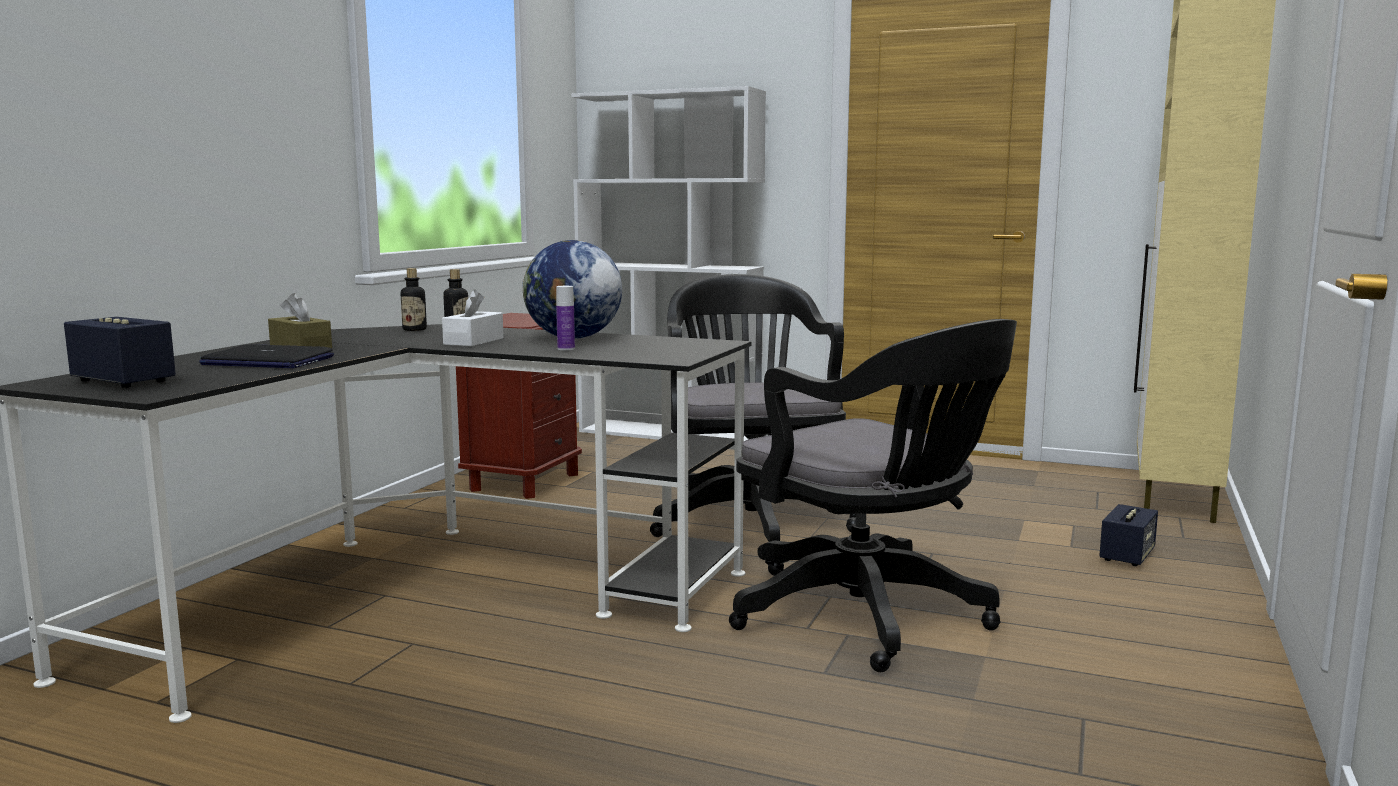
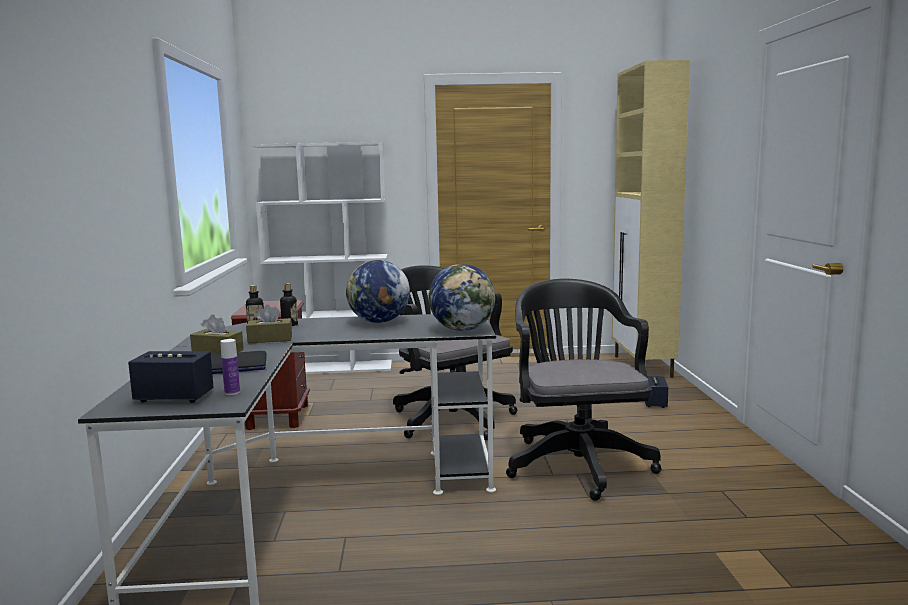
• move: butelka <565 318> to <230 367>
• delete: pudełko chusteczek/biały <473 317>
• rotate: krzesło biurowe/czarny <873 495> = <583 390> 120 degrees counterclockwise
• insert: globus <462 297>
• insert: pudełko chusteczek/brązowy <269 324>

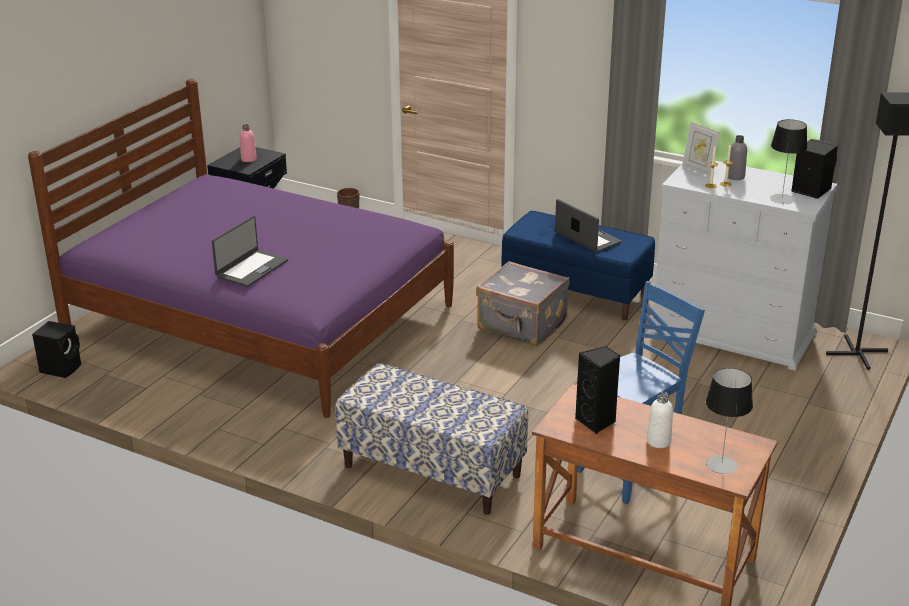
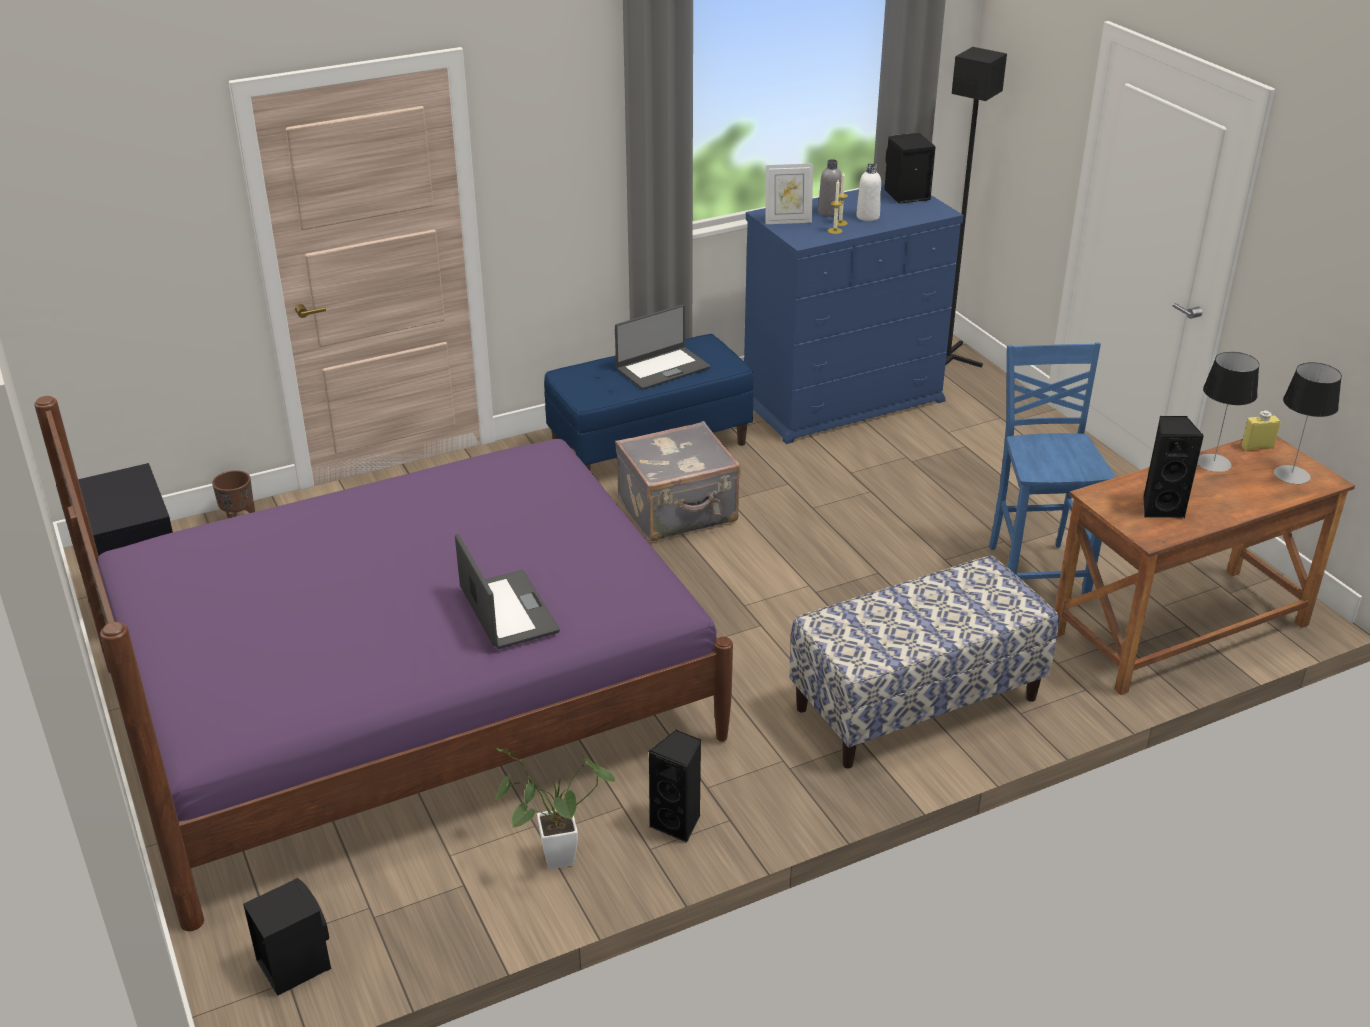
• move: lampa stołowa <788 161> to <1228 412>
• delete: butelka/różowy <248 143>
• recolor: komoda/biały <742 266> to komoda/niebieski <854 314>
• rotate: laptop <588 225> = <662 347> 150 degrees clockwise
• move: butelka/biały <660 420> to <868 192>
• insert: butelka/żółty <1261 430>
• insert: głośnik/czarny <674 786>
• insert: roślina doniczkowa <554 808>

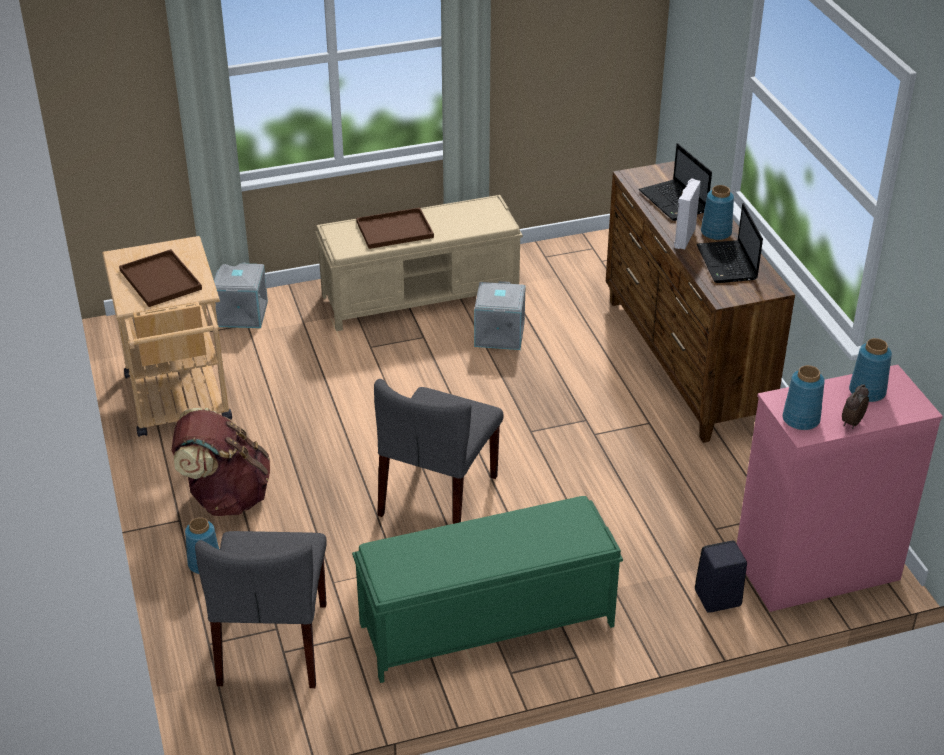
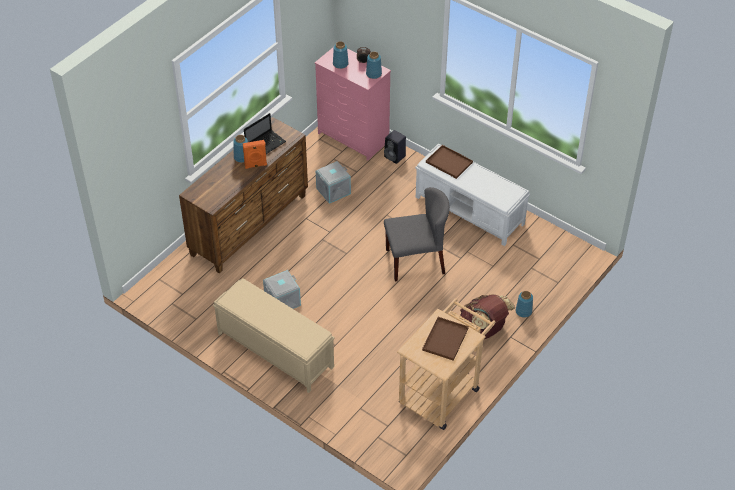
• delete: laptop <675 182>
• recolor: głośnik/biały <687 213> to głośnik/pomarańczowy <255 154>
• move: taca/brązowy <395 228> to <449 162>
• move: pojemnik do przechowywania/szary <241 295> to <333 182>
• recolor: ławka/zielony <487 589> to ławka/biały <472 194>
• delete: krzesło/szary <261 609>

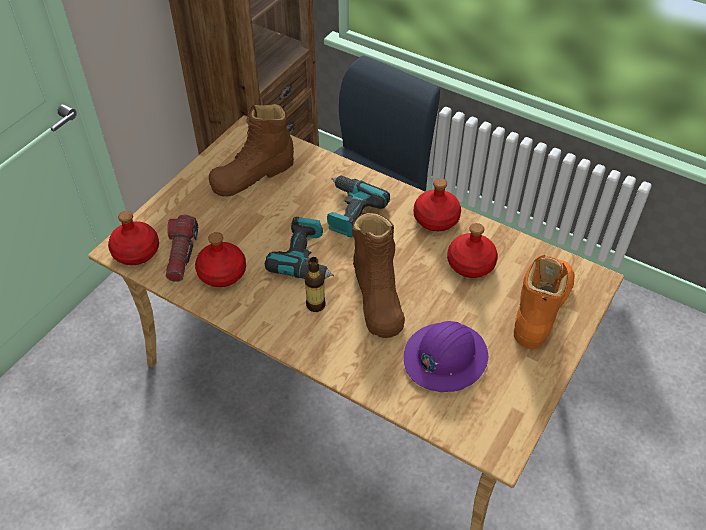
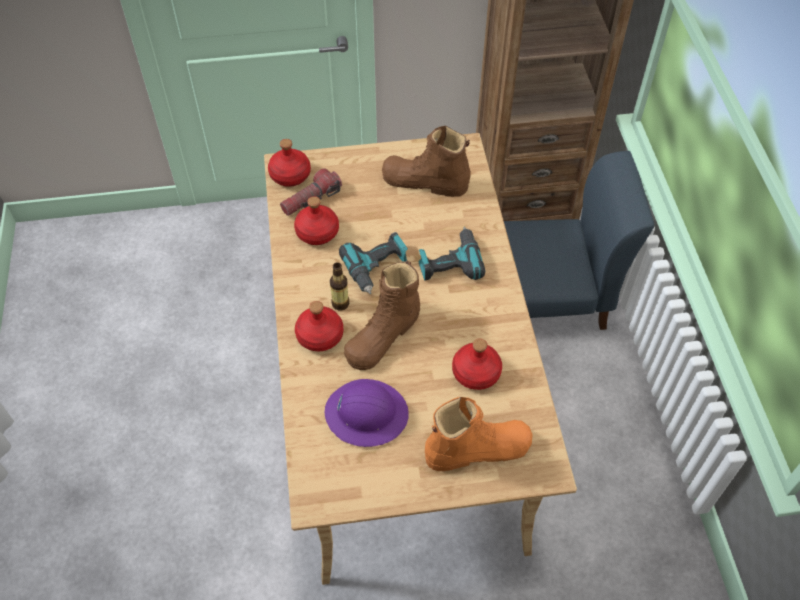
• move: butelka/czerwony <437 204> to <319 326>

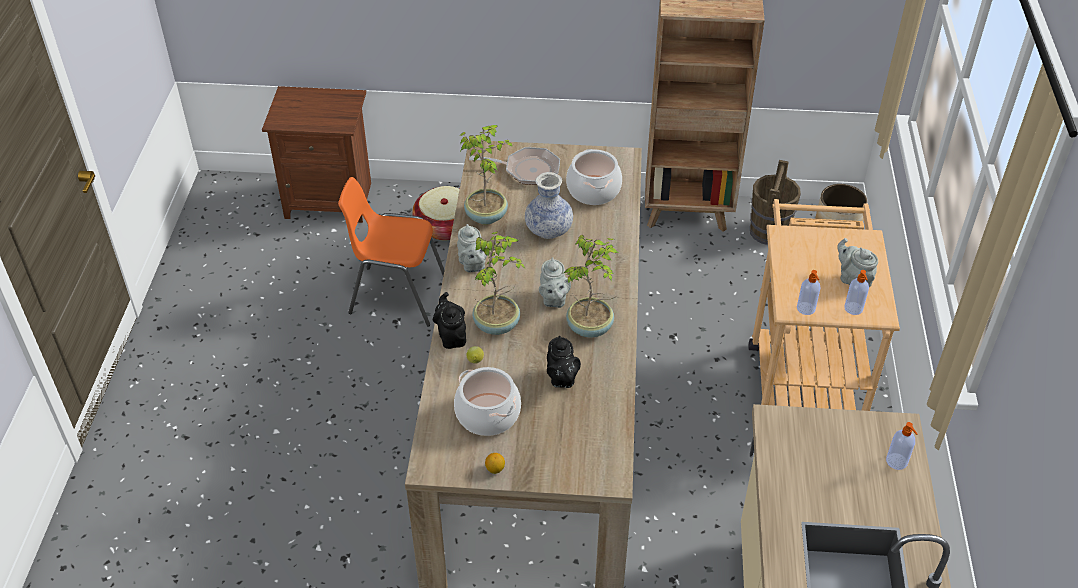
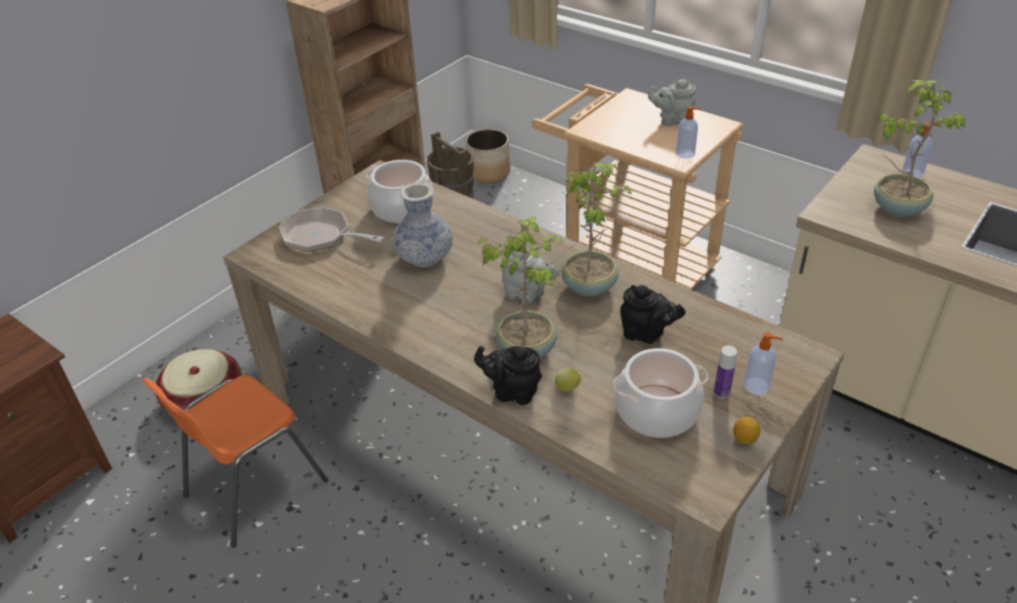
• move: roślina doniczkowa <486 175> to <919 148>
• rotate: patelnia <514 166> = <331 229> 105 degrees counterclockwise
• delete: imbryk/szary <472 248>
• move: dozownik mydła <856 292> to <763 363>
• insert: butelka <725 371>

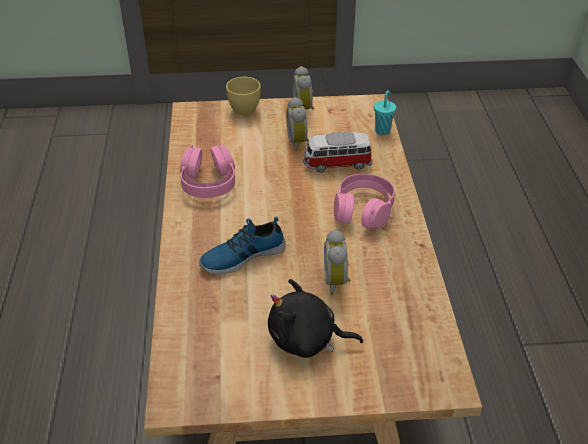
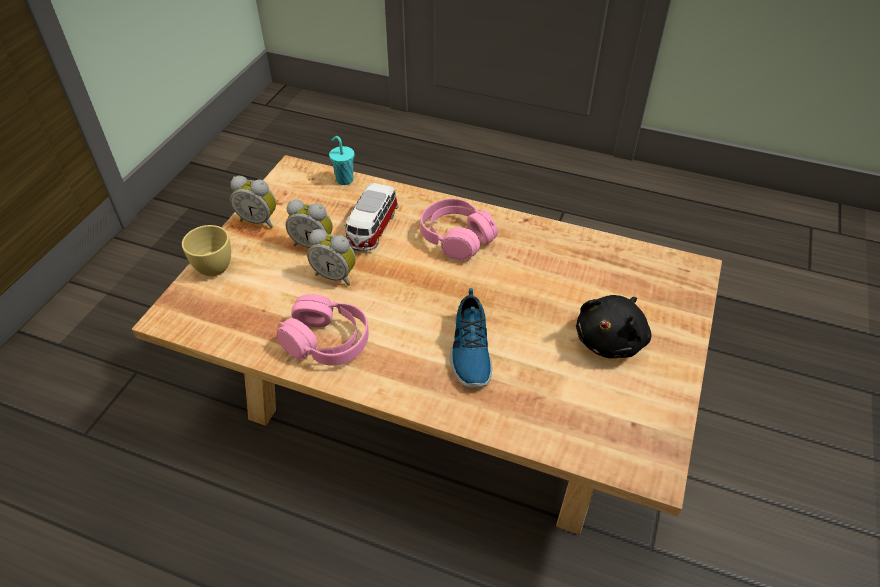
• move: budzik <337 262> to <331 257>

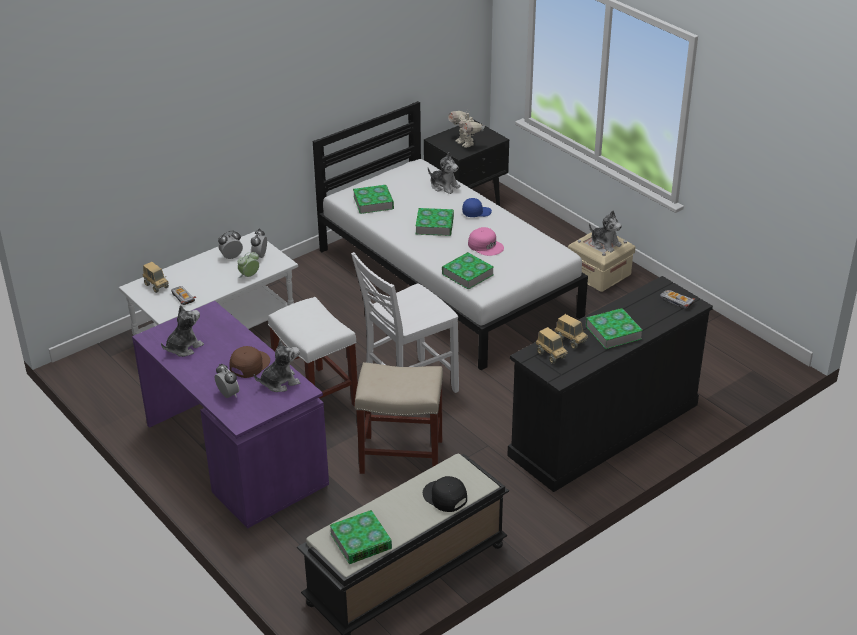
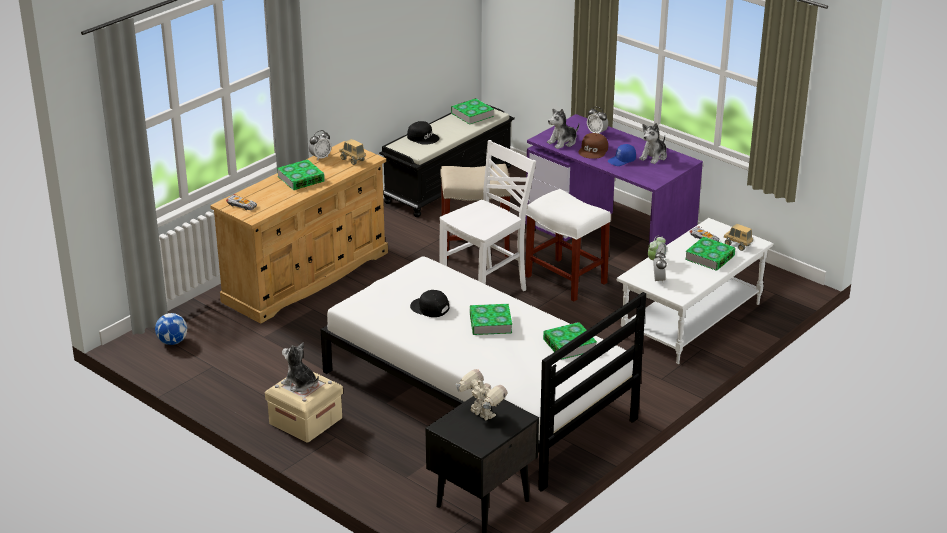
• delete: pluszak <444 173>
• move: czapka z daszkiem/niebieski <477 207> to <622 155>
• recolor: czapka z daszkiem/różowy <486 241> to czapka z daszkiem/czarny <429 303>
• move: budzik <230 245> to <320 145>
• move: książka <468 271> to <710 254>
• recolor: komoda/czarny <610 384> to komoda/beżowy <299 232>
• delete: ciężarówka zabawkowa <571 331>
• insert: piłka futbolowa <171 329>

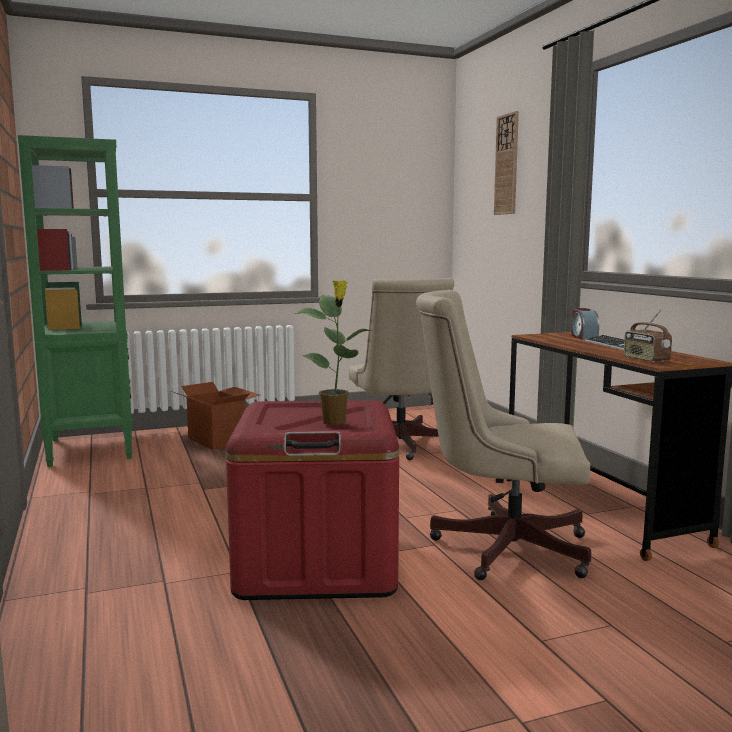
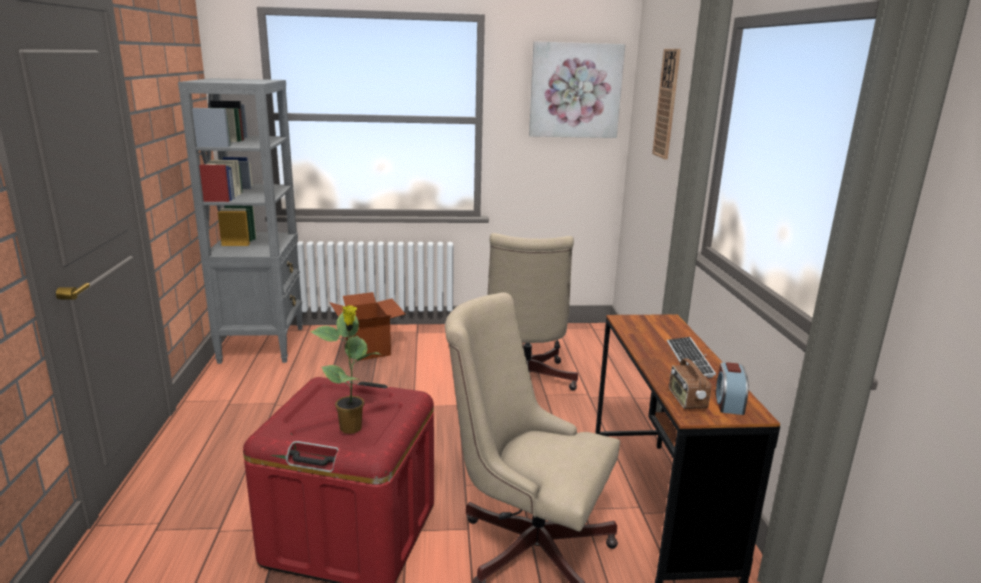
• recolor: regał/zielony <75 301> to regał/szary <240 221>
• move: budzik <585 323> to <732 388>
• insert: obraz <577 89>

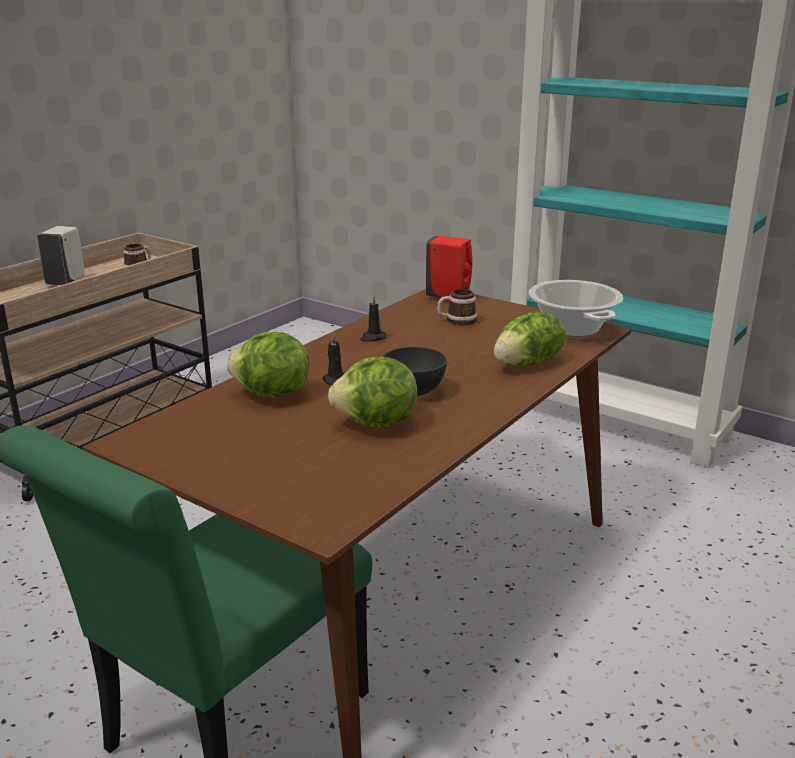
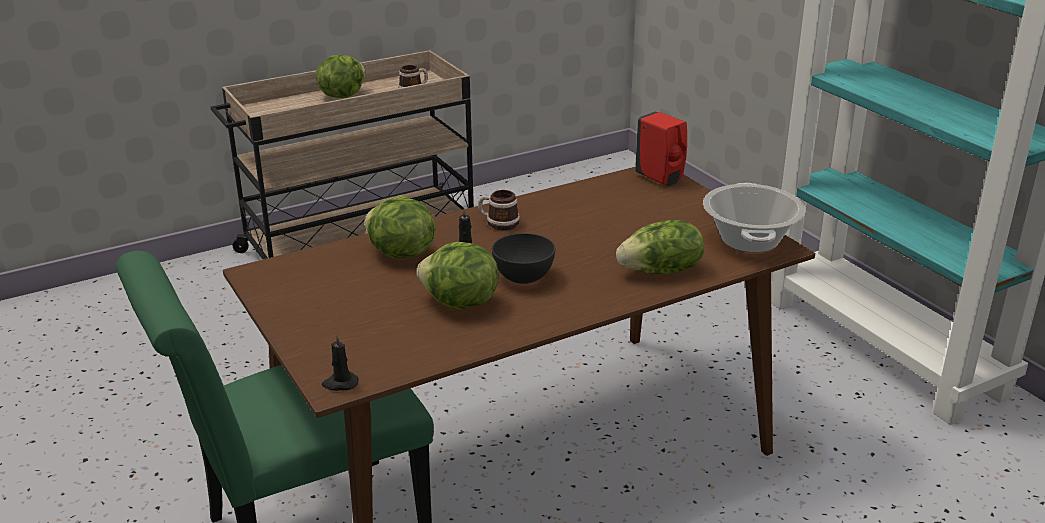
• replace: dozownik mydła/biały <61 255> to sałata <340 76>
• move: kubek <457 307> to <499 210>
• move: świeca/czarny <373 318> to <340 362>

